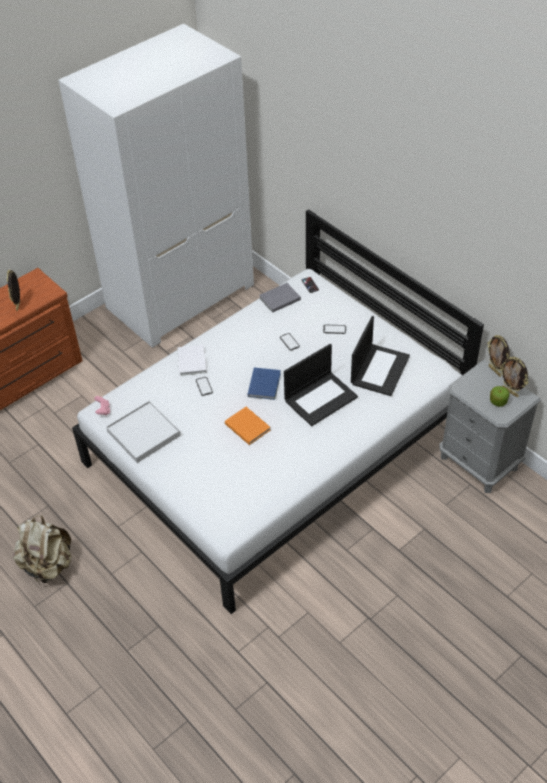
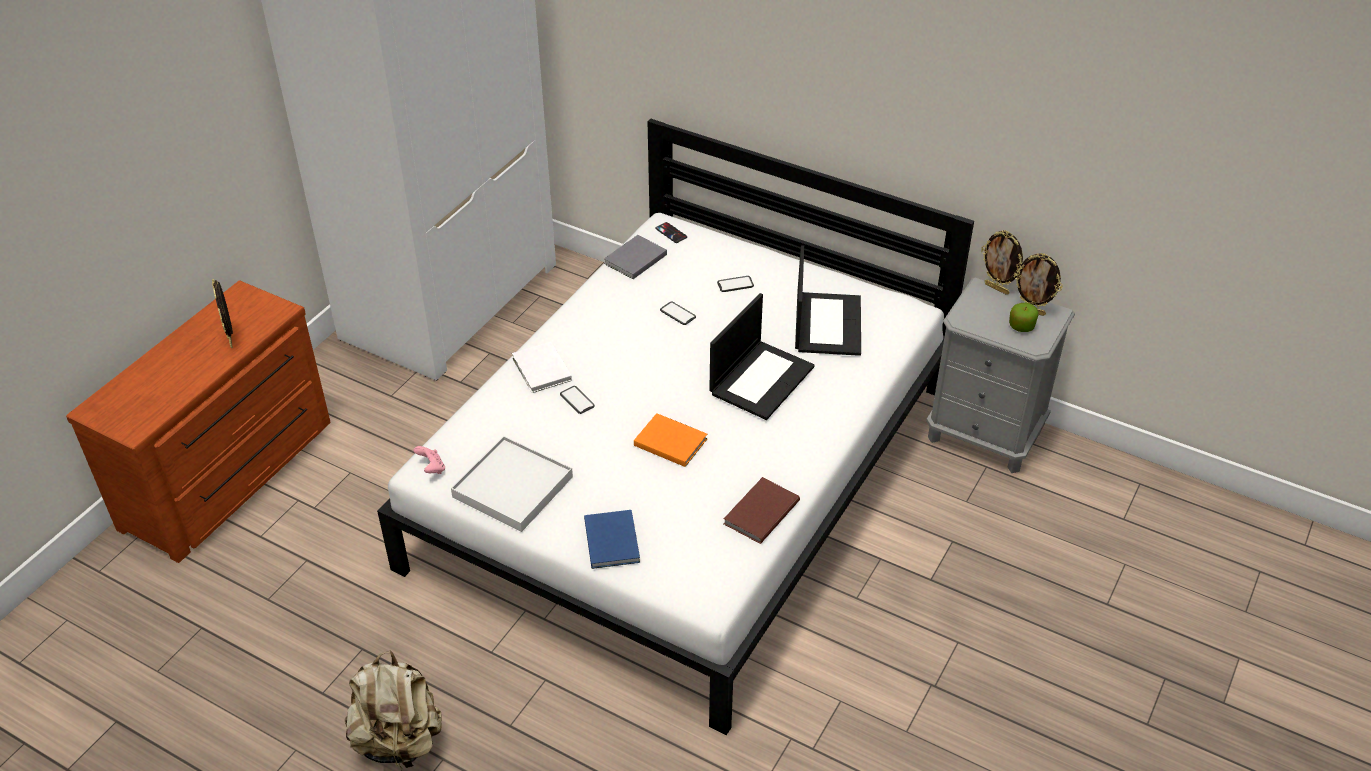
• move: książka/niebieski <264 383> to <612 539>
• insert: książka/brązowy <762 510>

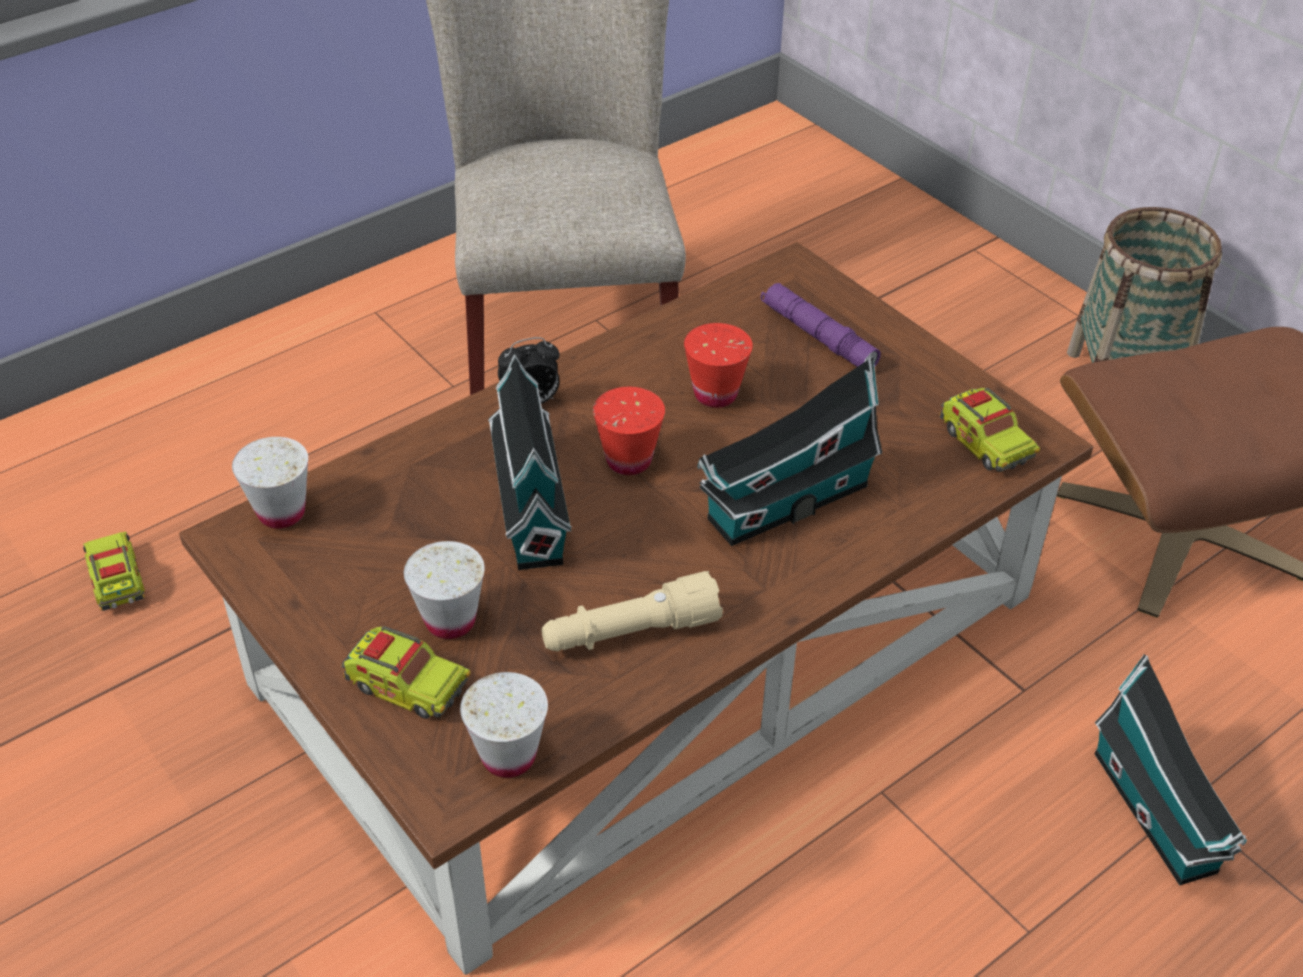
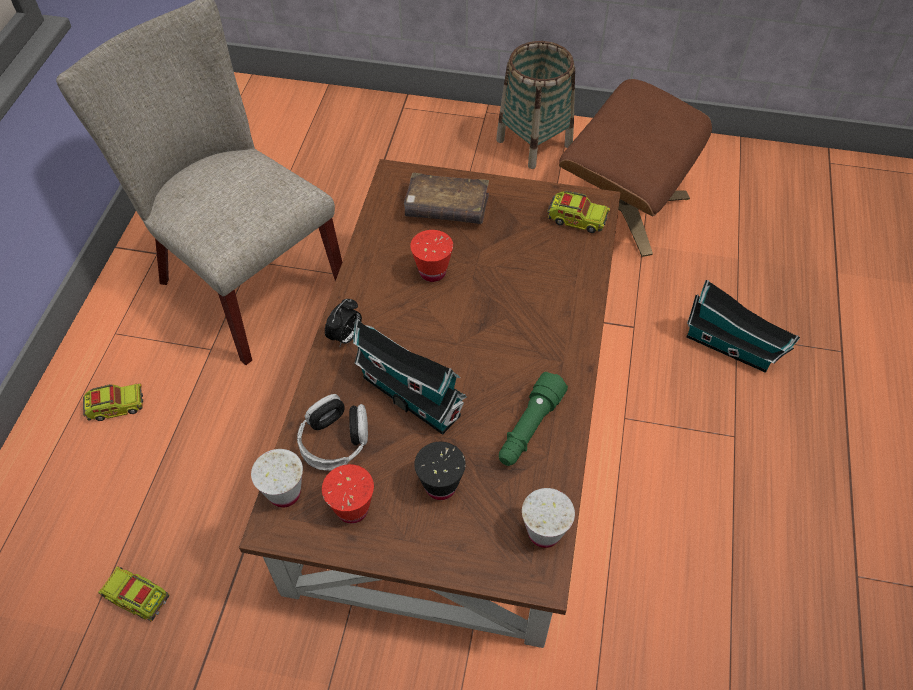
• replace: latarka/fioletowy <821 325> to książka/brązowy <446 198>
• delete: domek <789 451>
• move: filiżanka/czerwony <629 431> to <348 494>
• recolor: filiżanka/biały <444 590> to filiżanka/czarny <440 471>
• recolor: latarka/beżowy <632 611> to latarka/zielony <533 419>
• move: ciężarówka zabawkowa <406 672> to <113 402>
• insert: słuchawki <332 432>

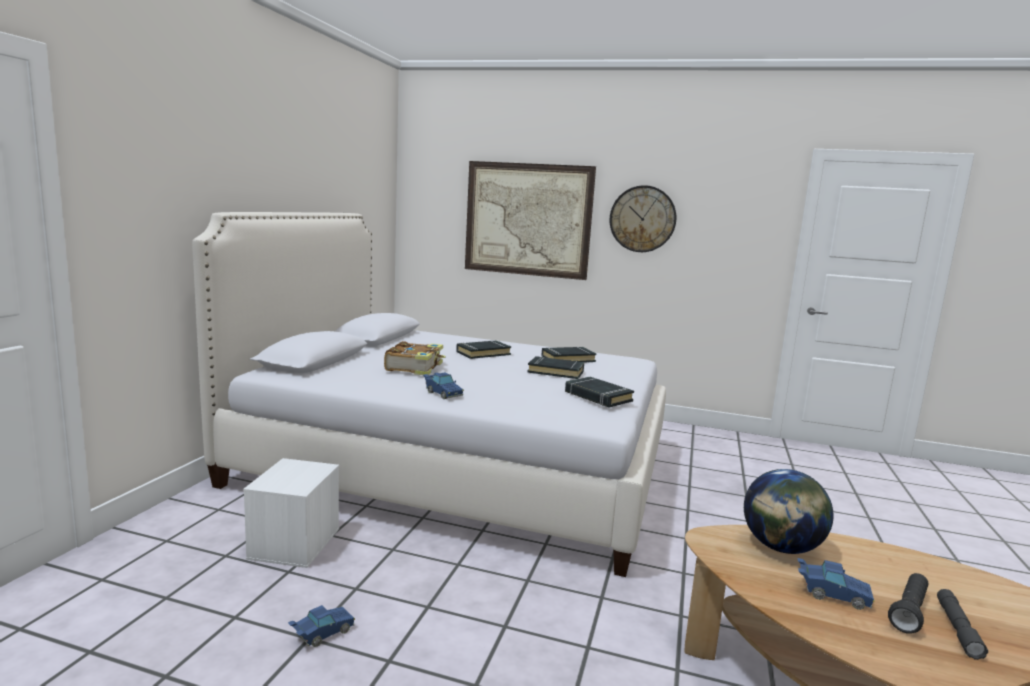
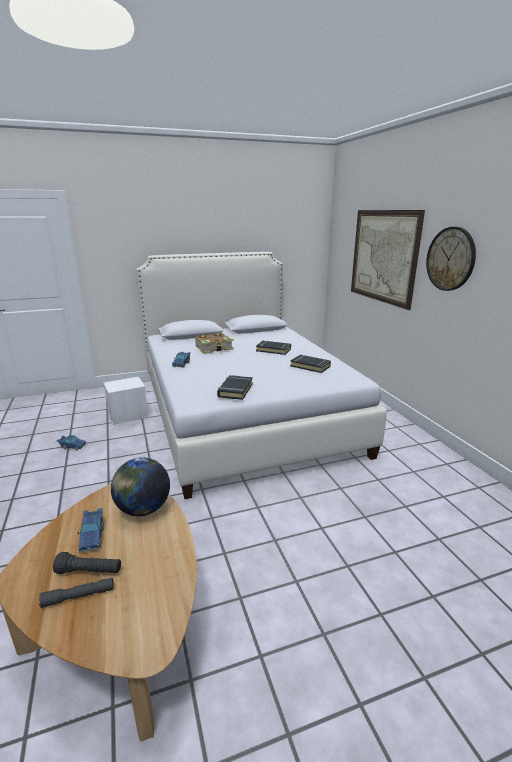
• delete: książka/czarny <556 367>

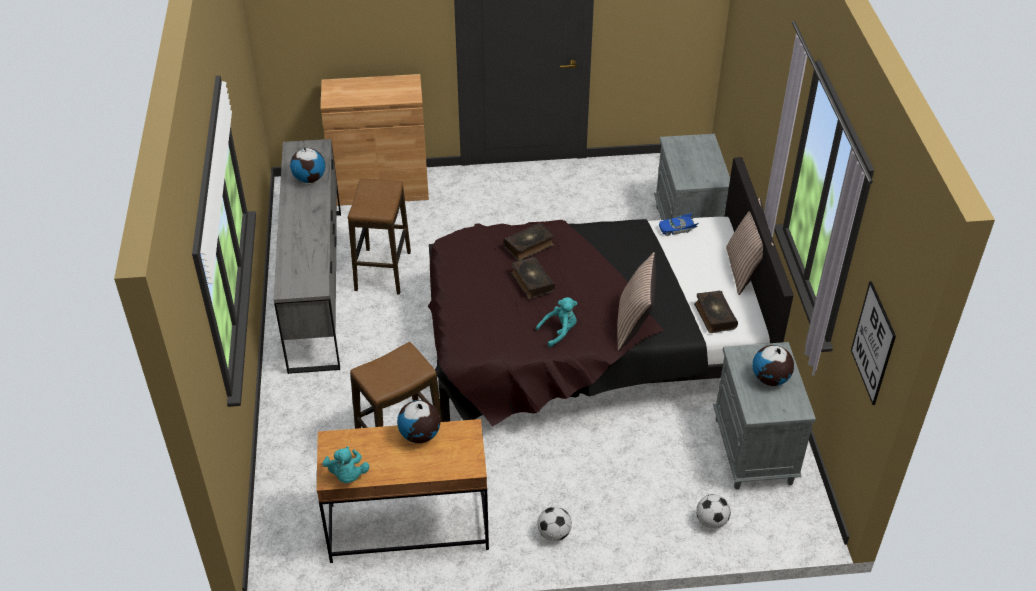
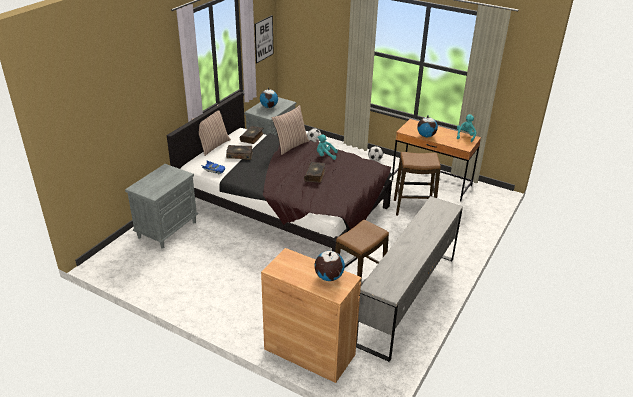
• move: globus <307 164> to <329 266>
• move: książka <528 242> to <239 152>

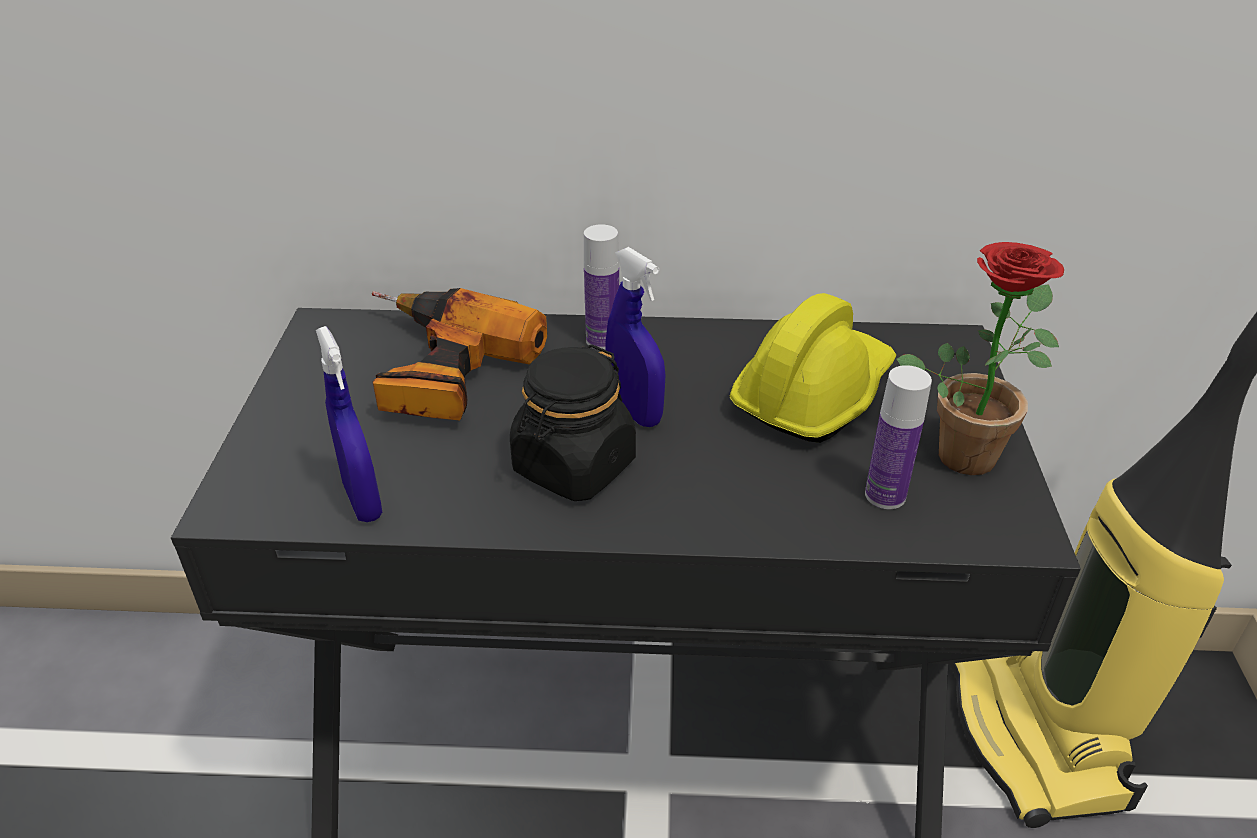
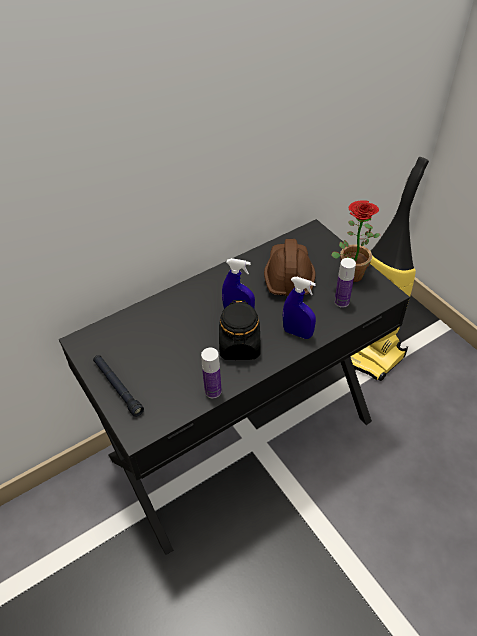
• move: butelka <601 287> to <211 373>
• delete: wiertarka <459 354>
• recolor: kask/żółty <812 368> to kask/brązowy <290 267>
• move: spryskiwacz/niebieski <349 424> to <299 308>
• insert: latarka/czarny <118 386>

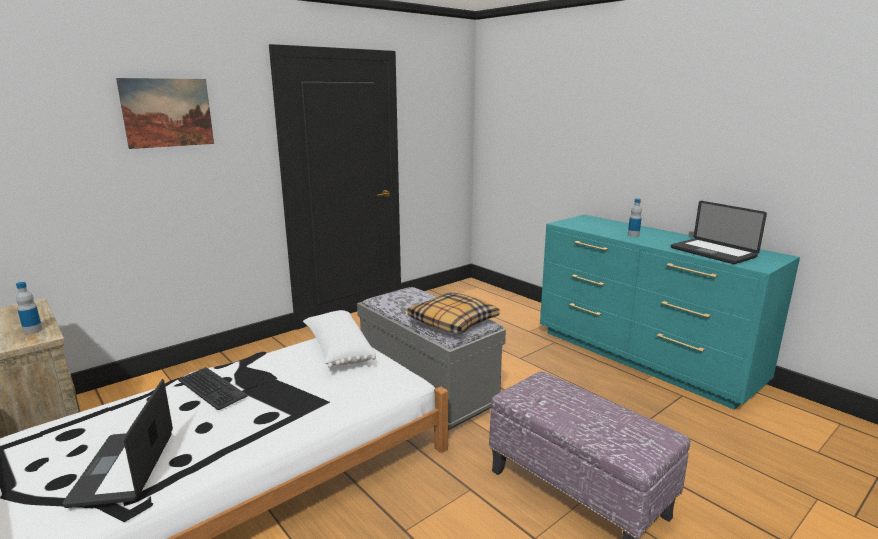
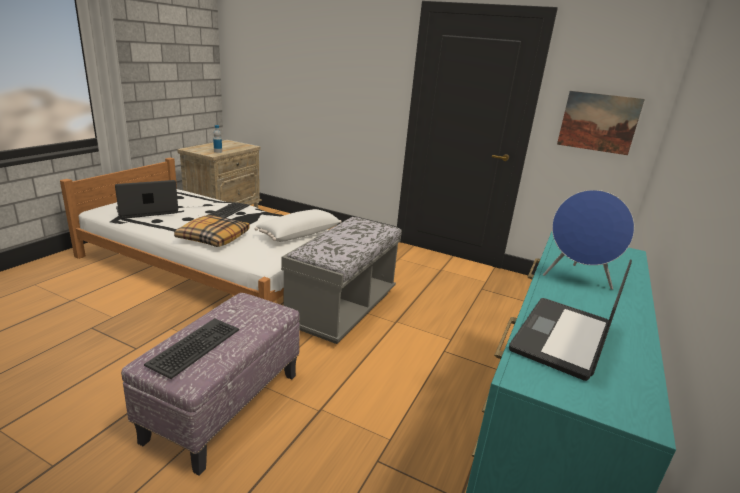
• move: obraz <165 113> to <601 123>
• replace: butelka <635 218> to głośnik/niebieski <588 240>
• move: poduszka <453 313> to <212 231>
• insert: klawiatura <191 348>

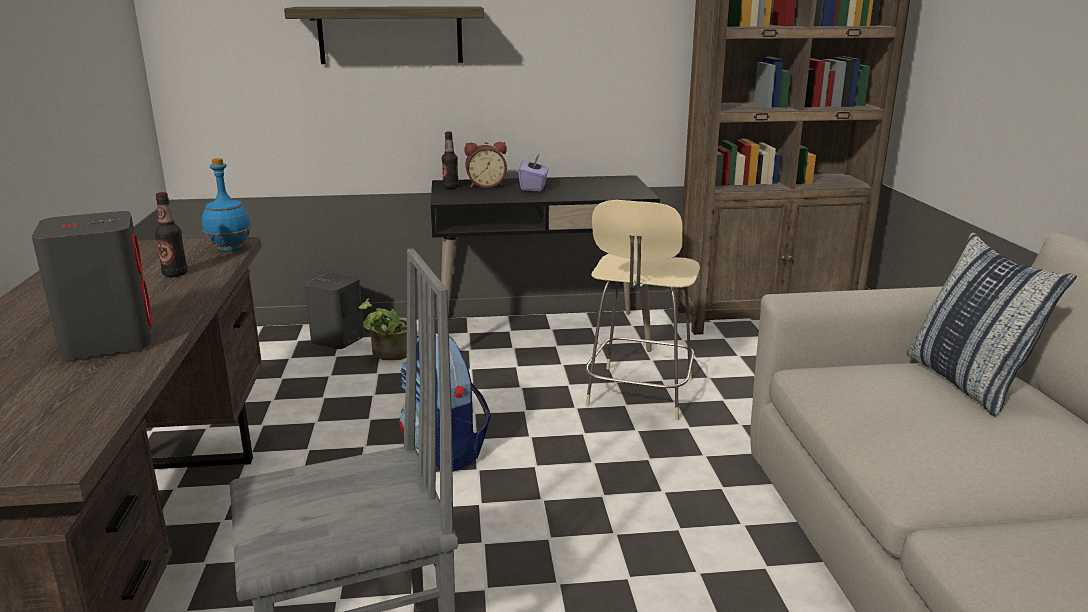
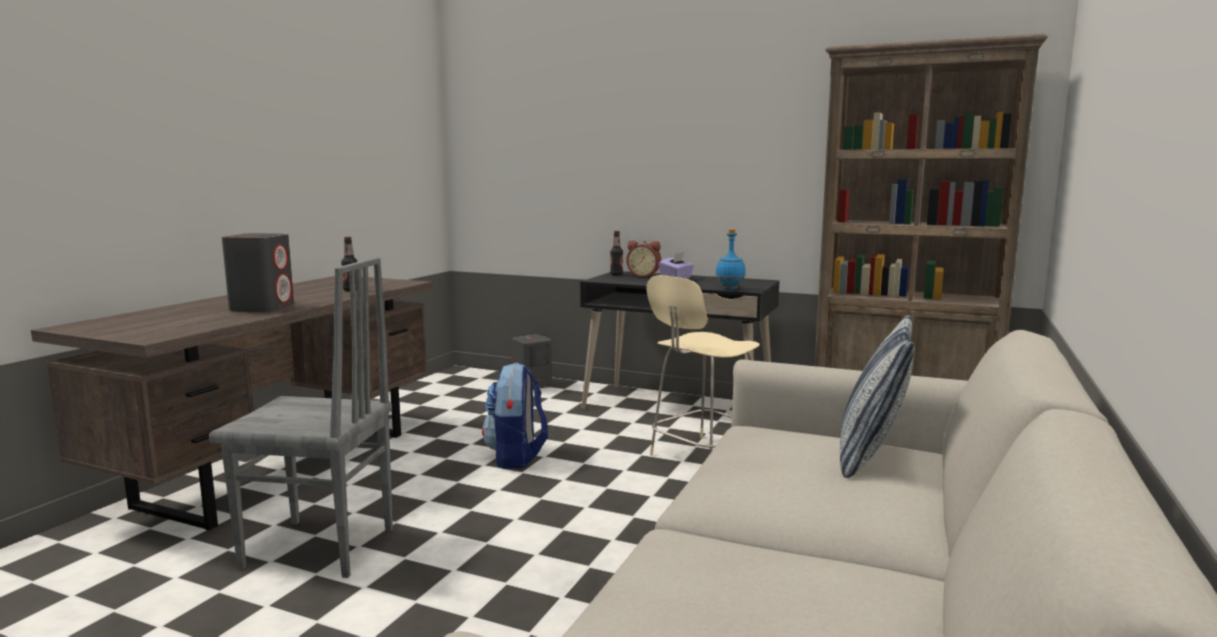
• delete: półka <384 35>
• move: butelka/niebieski <226 204> to <731 259>
• delete: roślina doniczkowa <382 329>

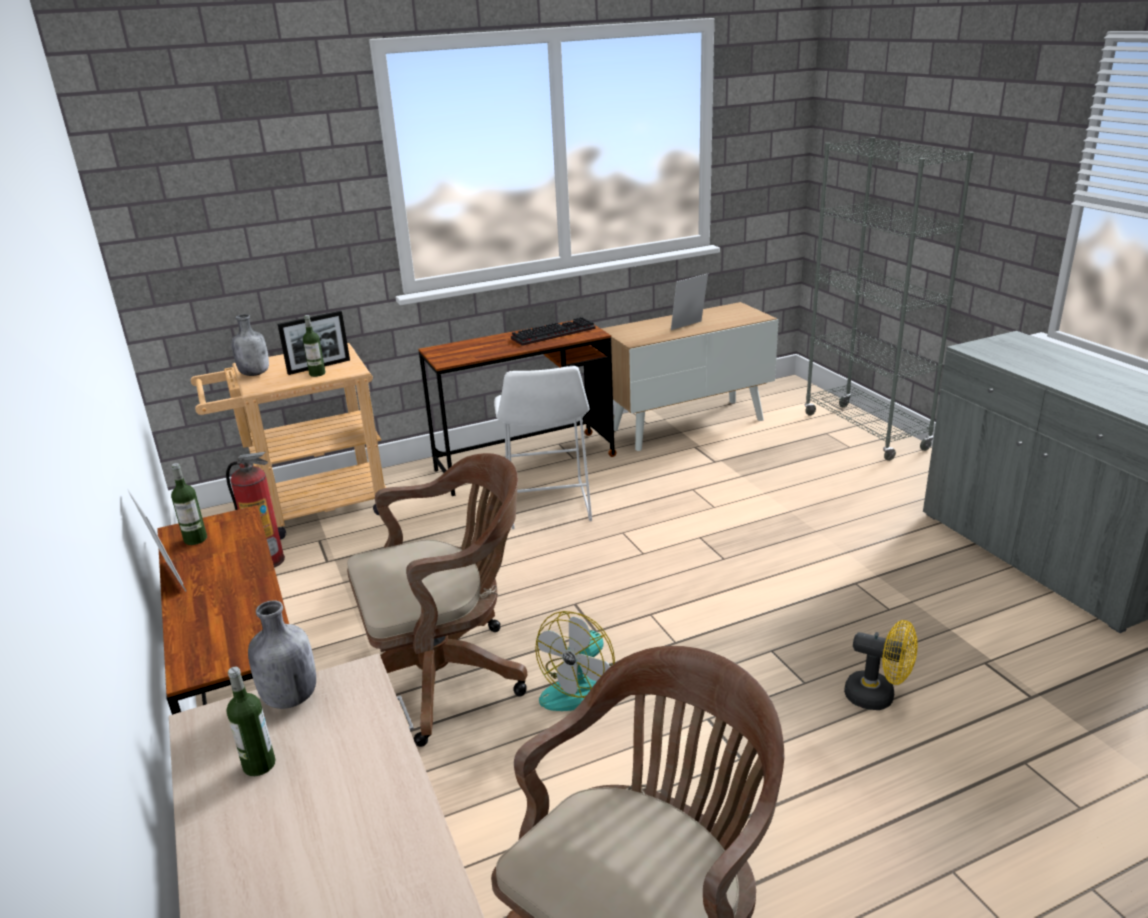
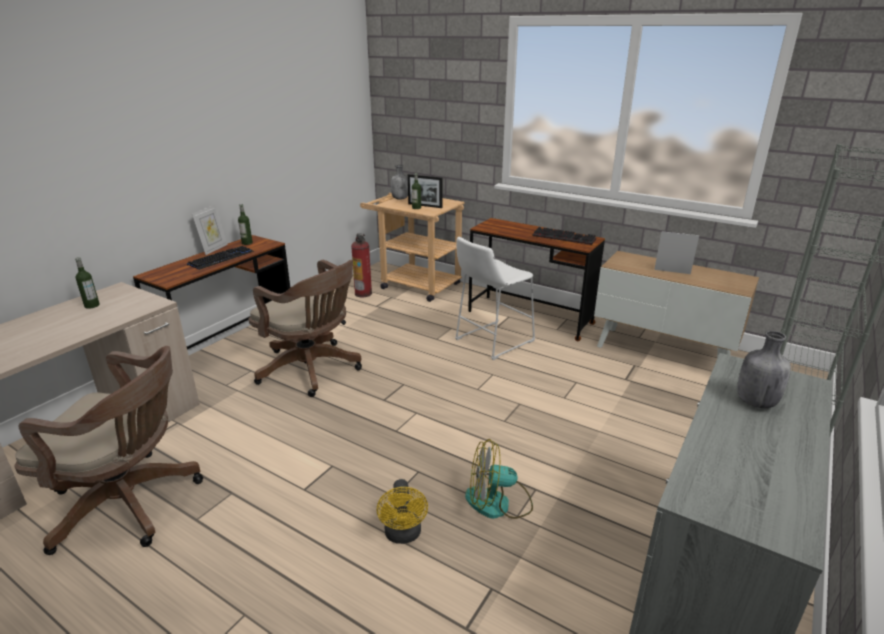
• move: butelka/szary <282 654> to <764 369>
• move: wentylator <575 661> to <499 479>
• insert: klawiatura <220 258>

